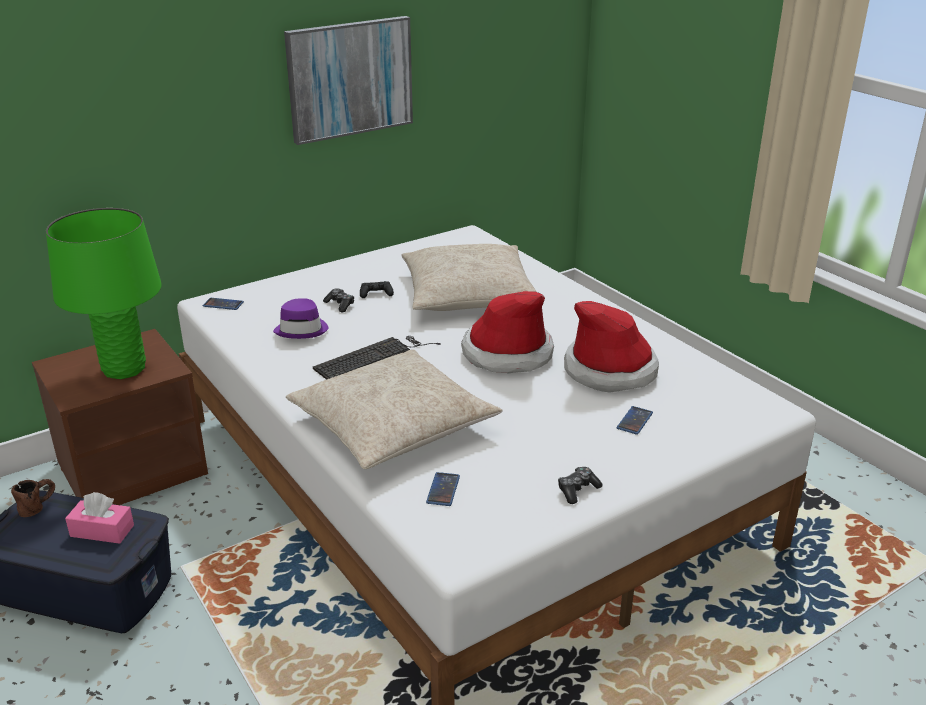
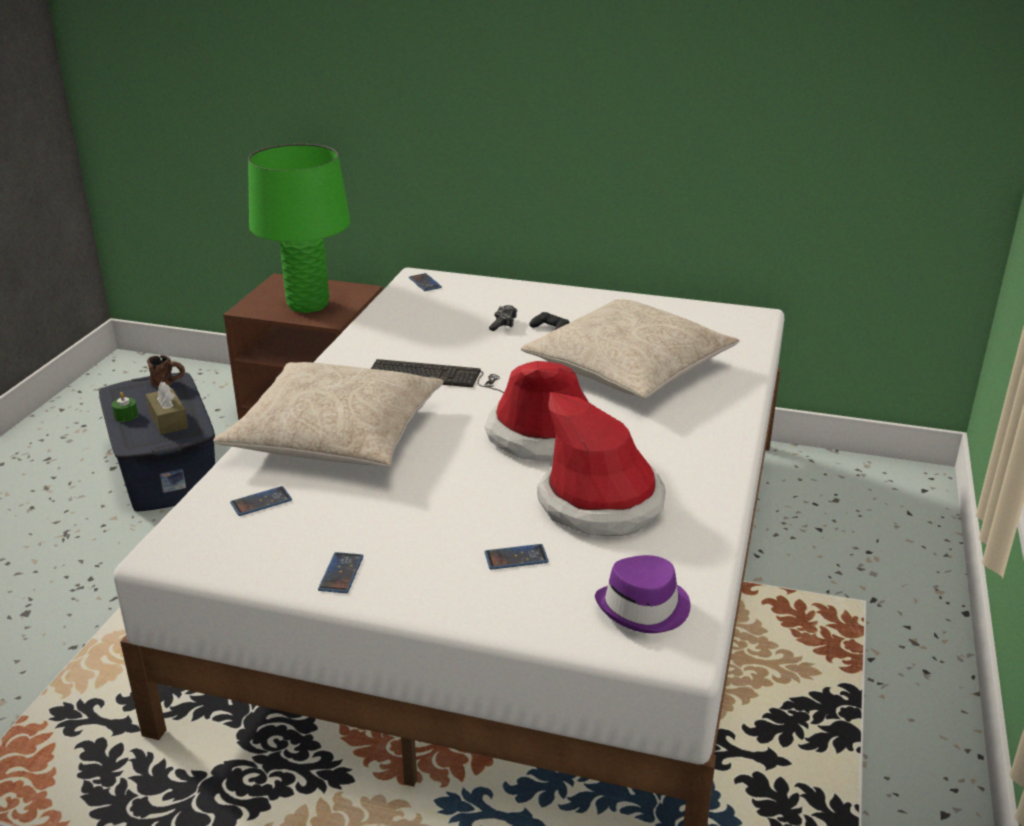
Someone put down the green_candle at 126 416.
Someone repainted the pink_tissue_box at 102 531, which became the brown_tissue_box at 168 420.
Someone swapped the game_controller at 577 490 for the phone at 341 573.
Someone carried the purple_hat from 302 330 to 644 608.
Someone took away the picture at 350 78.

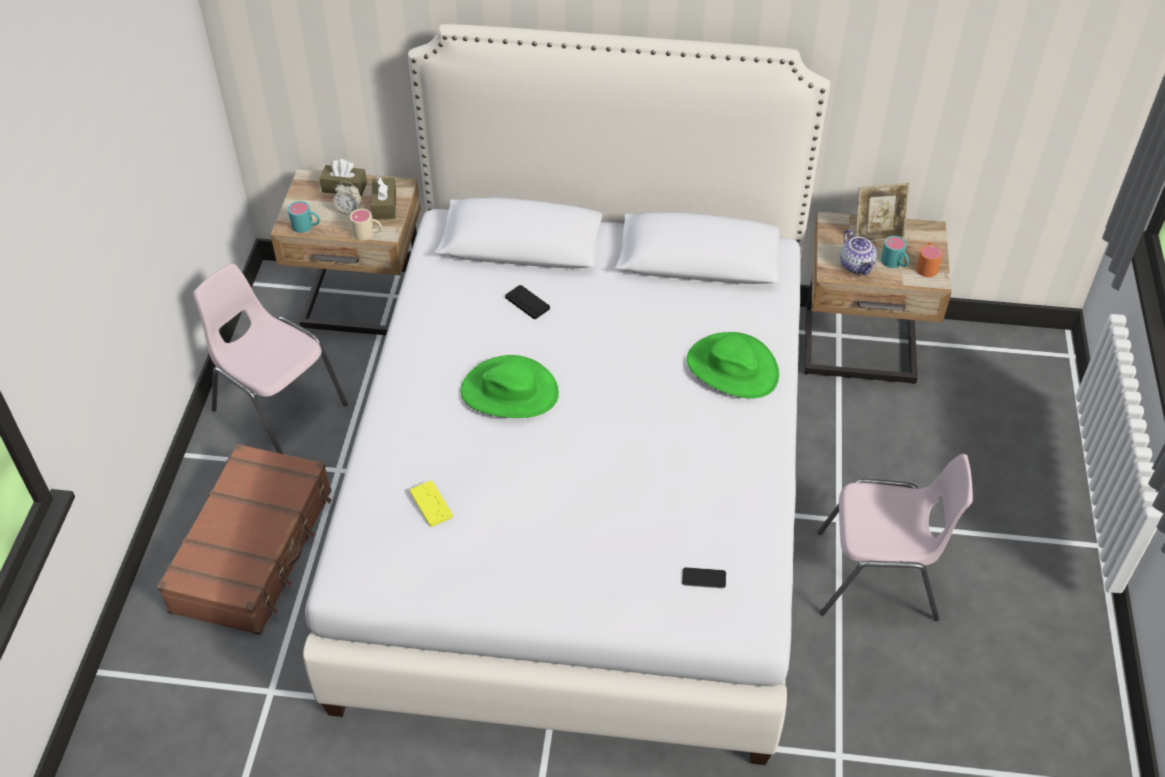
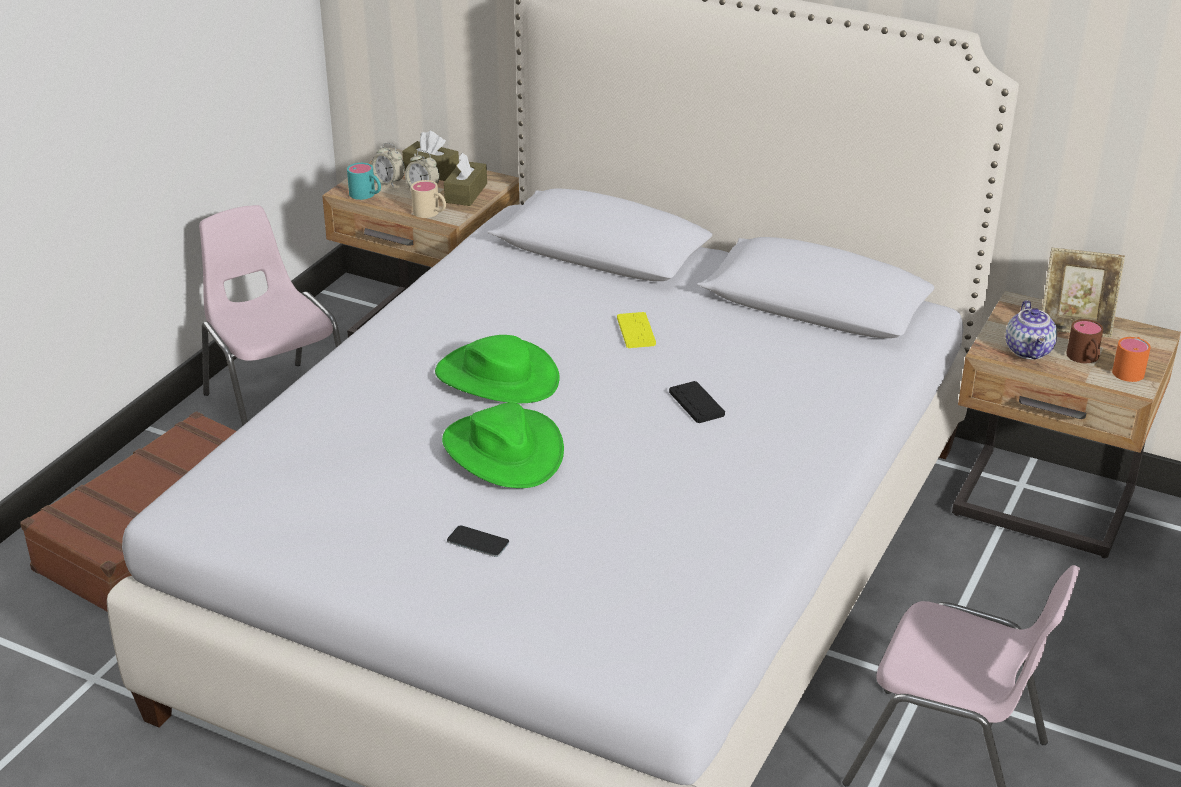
Someone put down the alarm_clock at 389 182.
Someone carried the green_hat from 732 368 to 502 450.
Someone carried the phone from 704 578 to 478 542.
Someone carried the yellow_game_controller from 431 504 to 636 331.
Someone carried the black_game_controller from 527 303 to 696 403.
Someone repainted the turquoise_mug at 895 263, which became the brown_mug at 1085 359.

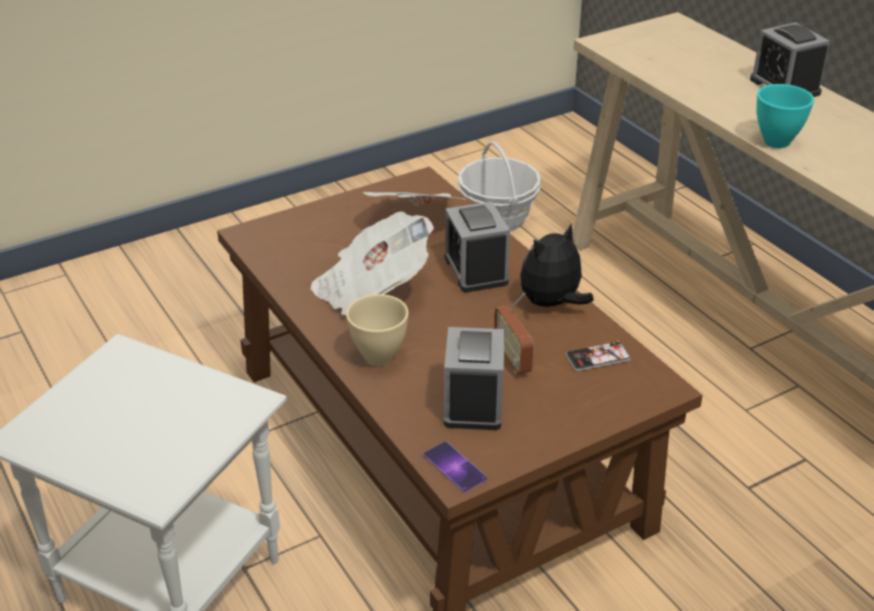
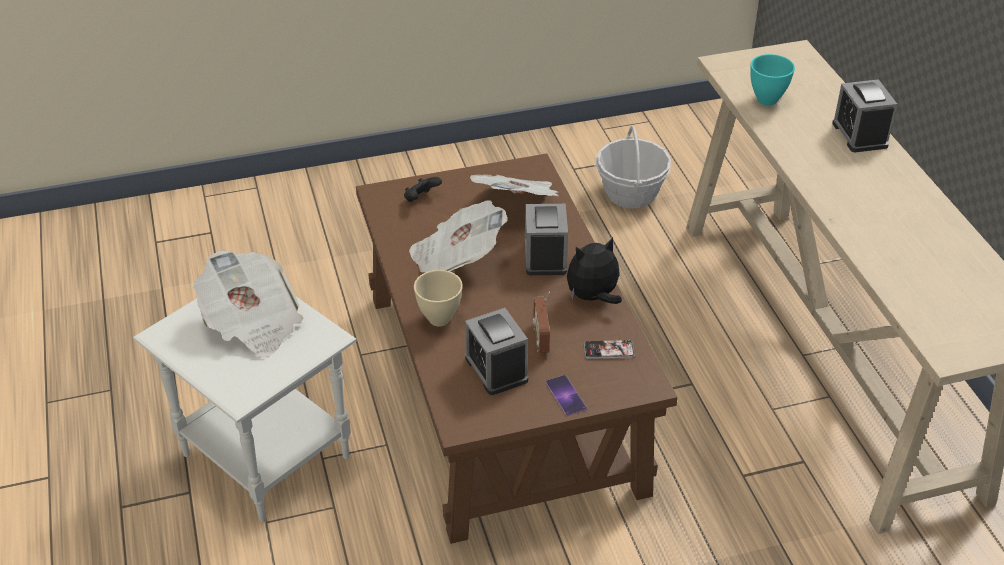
Someone put down the newspaper at 252 323.
Someone put down the black_game_controller at 421 199.
Someone rotated the alarm_clock at 473 402 by 45 degrees counterclockwise.
Someone carried the phone from 455 467 to 566 395.
Someone carried the turquoise_bowl from 776 141 to 767 99.

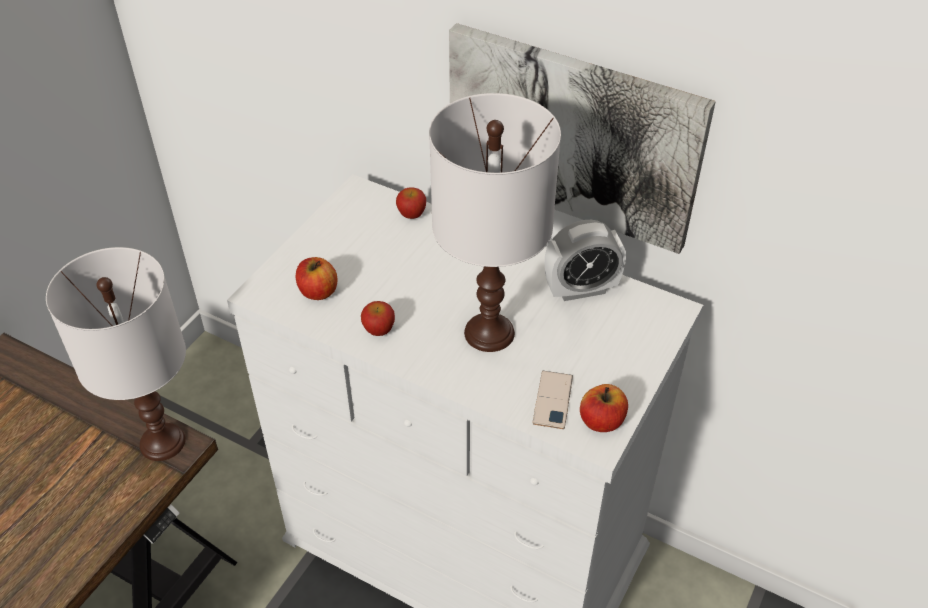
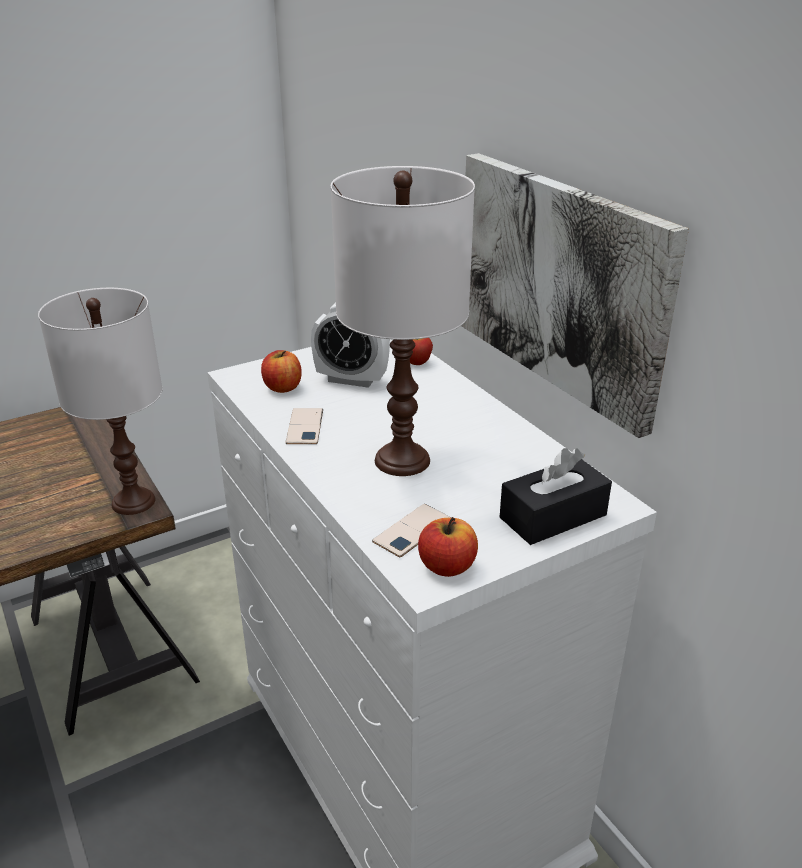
Someone swapped the apple at 379 330 for the phone at 305 427.
Someone carried the alarm_clock from 581 289 to 351 379.
Someone put down the black_tissue_box at 553 516.

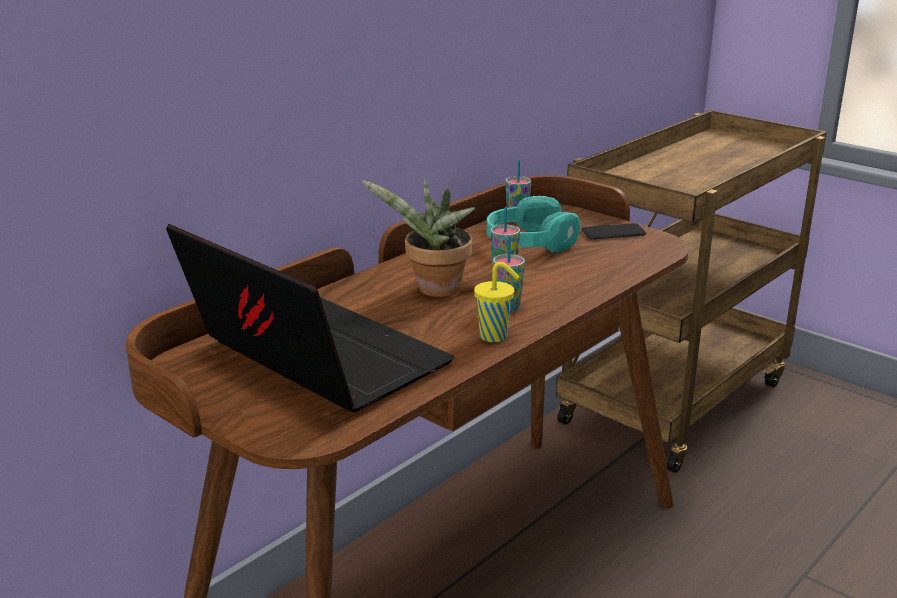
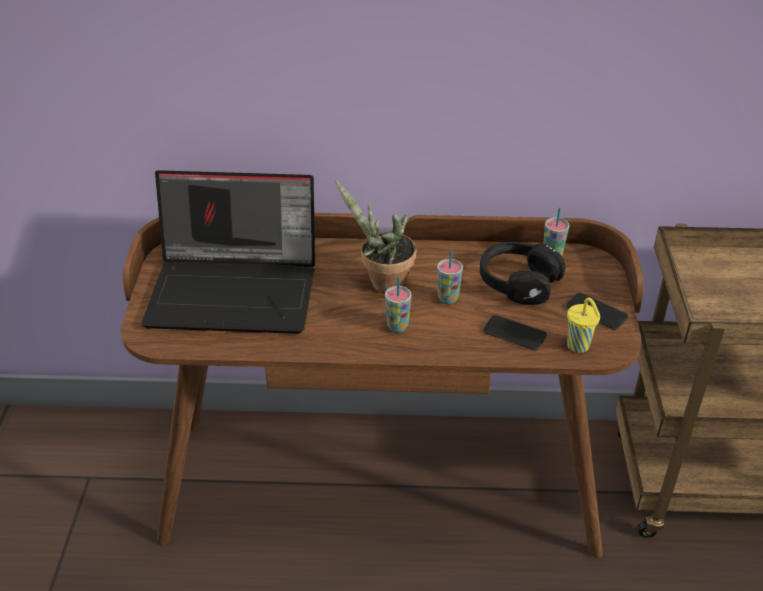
Someone rotated the laptop at 312 360 by 90 degrees clockwise.
Someone repainted the turquoise_headphones at 529 243, which became the black_headphones at 518 282.
Someone put down the phone at 514 333.
Someone carried the yellow_cup from 495 336 to 579 346.

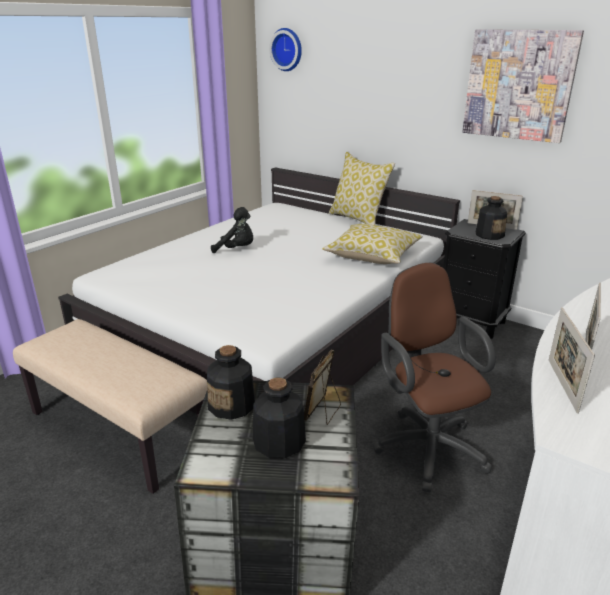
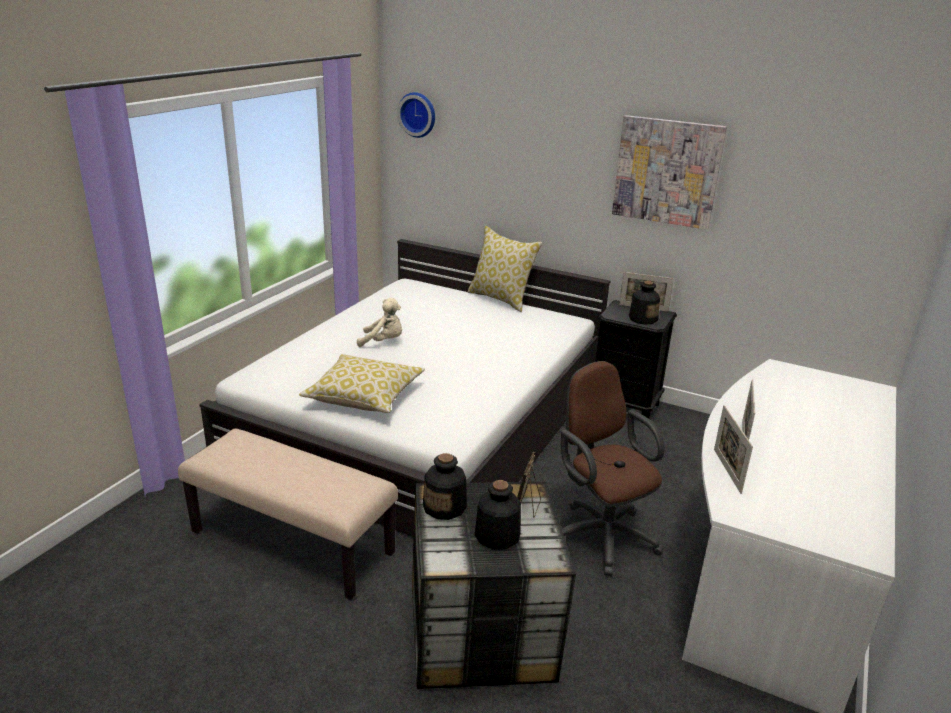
Someone carried the pillow from 373 256 to 364 397.
Someone repainted the black_plush_toy at 237 250, which became the beige_plush_toy at 383 342.

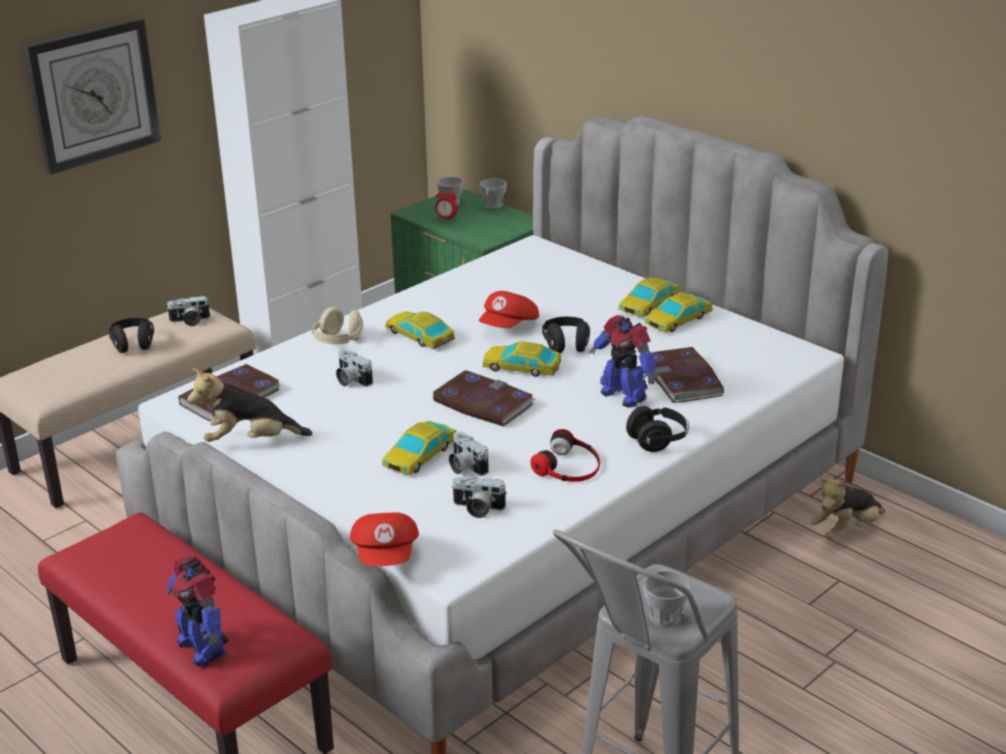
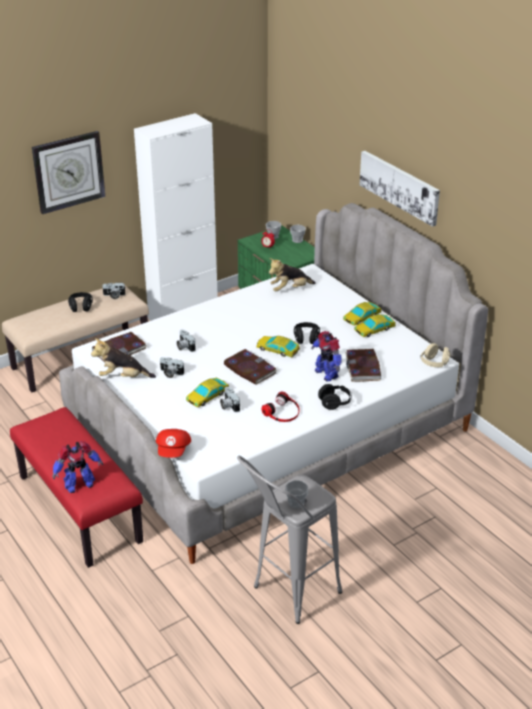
Someone rotated the toy_robot at 202 647 by 90 degrees counterclockwise.
Someone carried the photo_camera from 477 508 to 170 373.
Someone carried the plush_toy from 846 530 to 290 289.
Someone put up the picture at 399 186.
Someone carried the beige_headphones from 339 341 to 434 364.
Someone took away the toy_car at 419 336.
Someone took away the red_cap at 509 326.

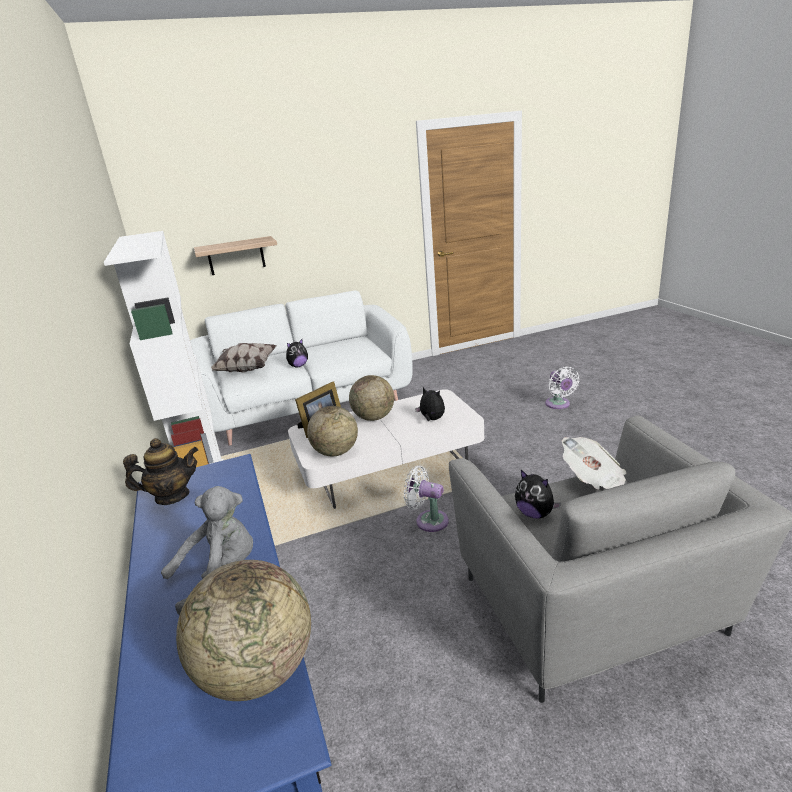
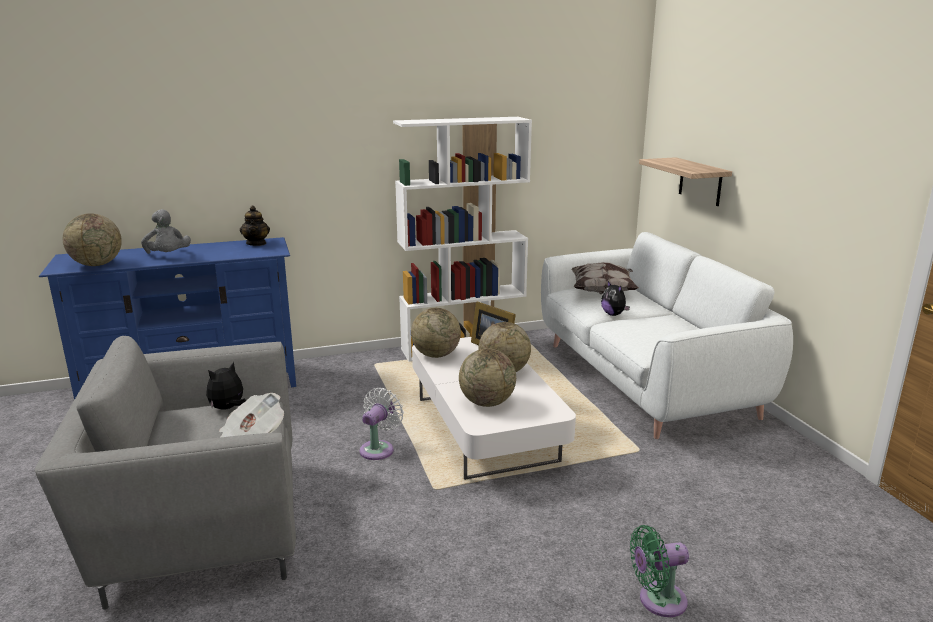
Someone swapped the plush_toy at 432 419 for the globe at 487 403.
Someone repainted the white_fan at 558 405, which became the green_fan at 657 600.

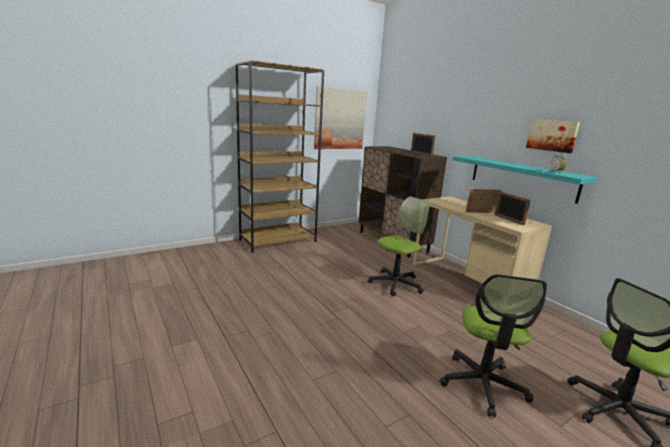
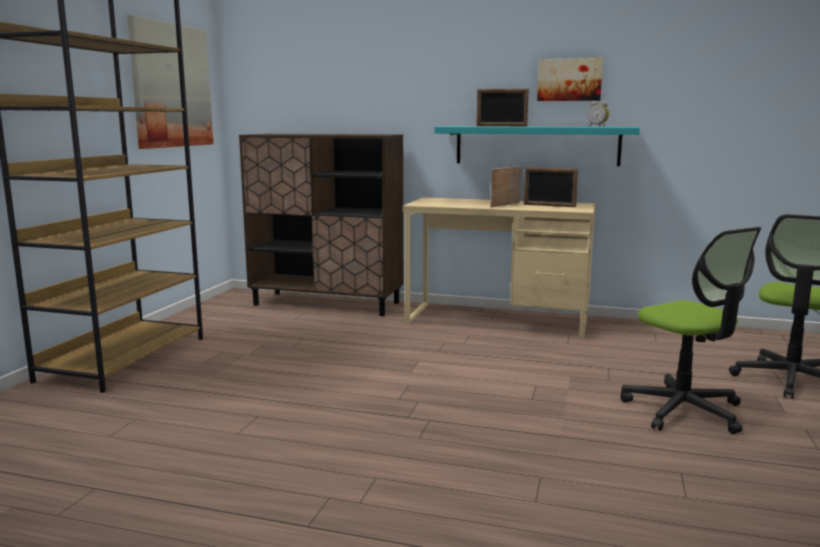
Someone carried the picture_frame from 421 154 to 501 126.
Someone took away the office_chair at 395 284.

